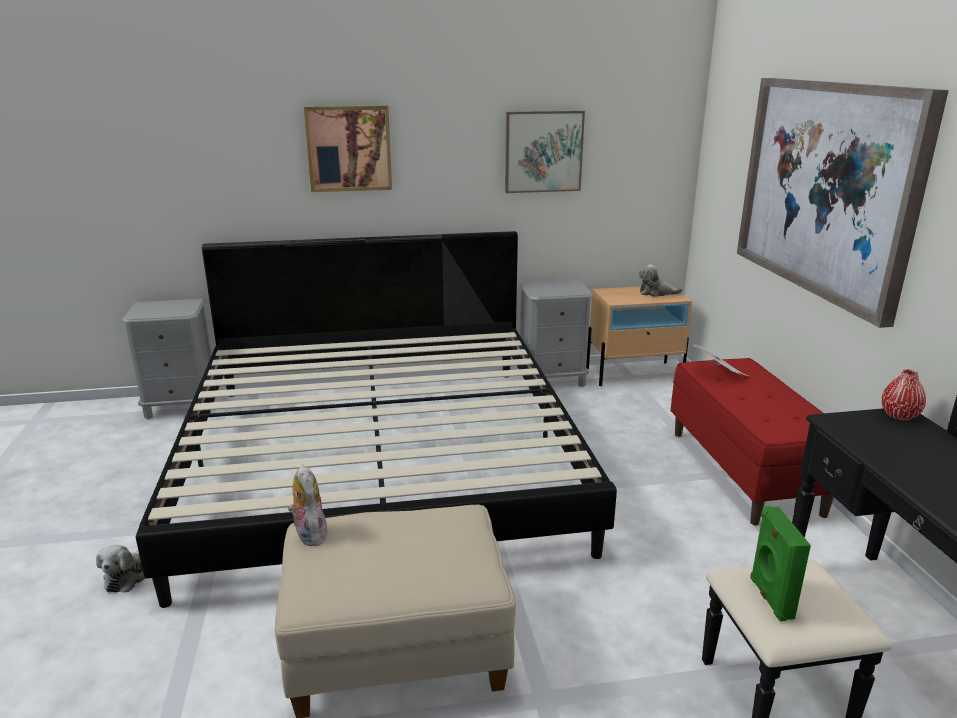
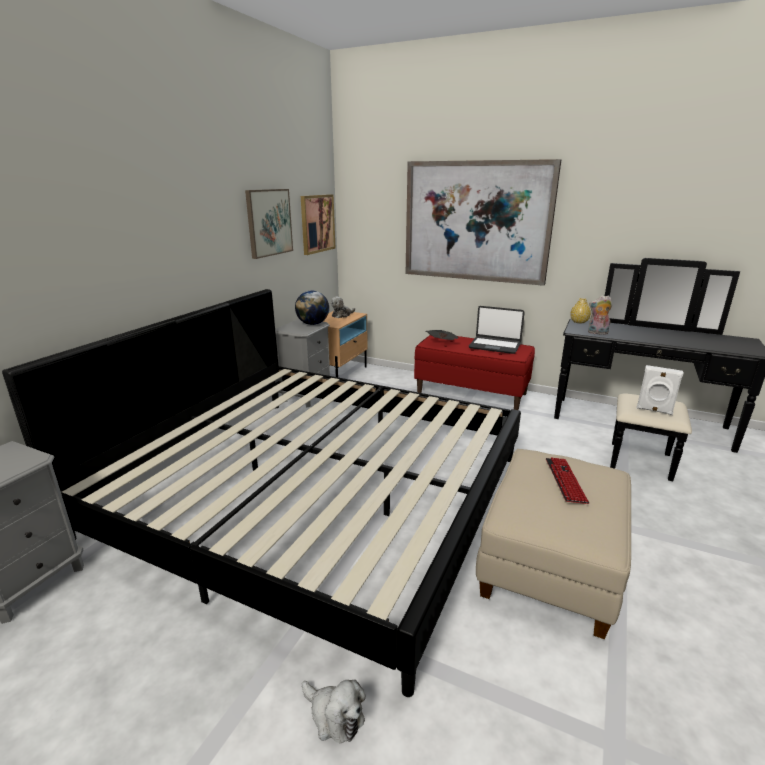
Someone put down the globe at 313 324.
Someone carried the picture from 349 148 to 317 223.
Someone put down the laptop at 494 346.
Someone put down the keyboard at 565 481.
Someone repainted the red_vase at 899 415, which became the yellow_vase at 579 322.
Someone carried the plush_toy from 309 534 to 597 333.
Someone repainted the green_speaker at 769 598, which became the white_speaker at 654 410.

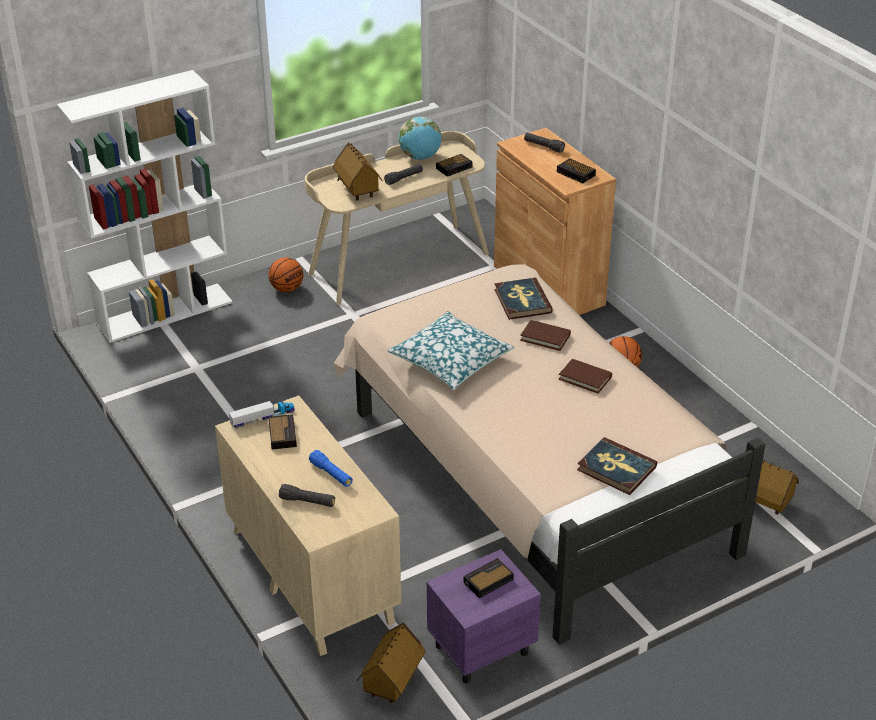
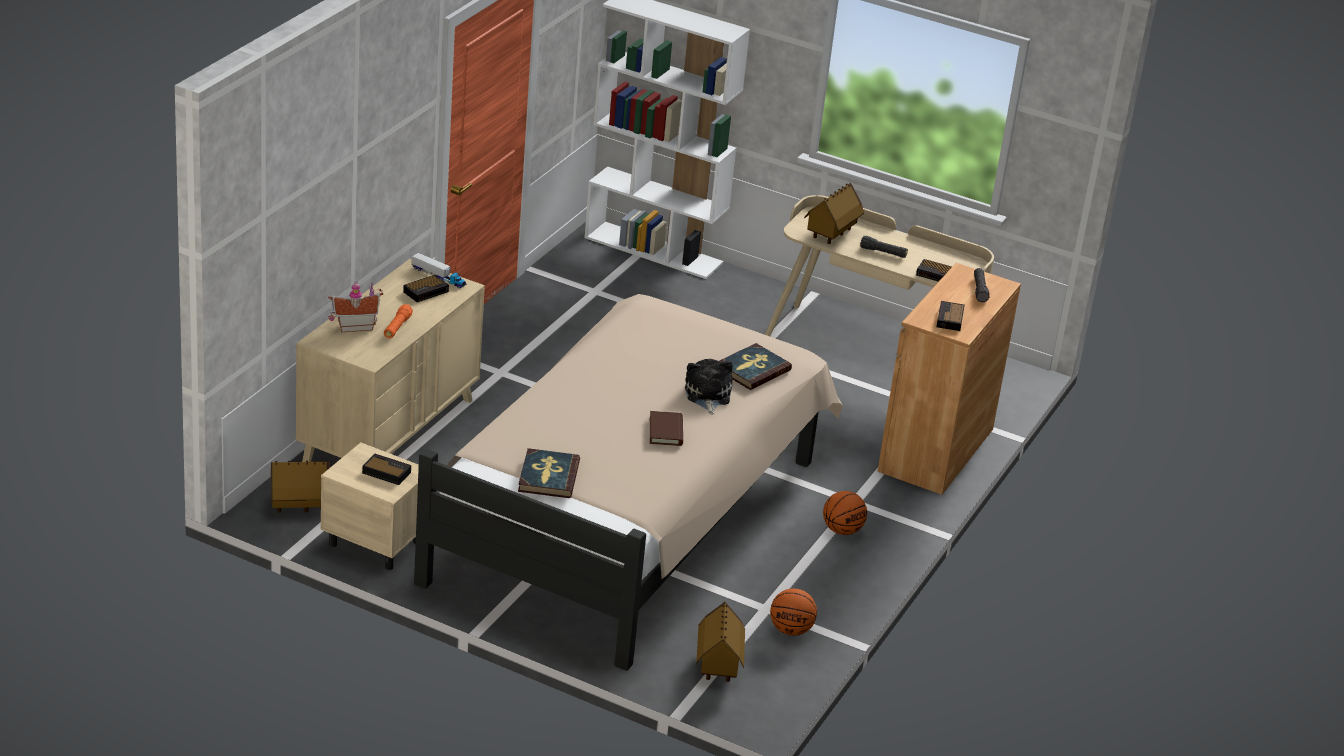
Someone repainted the purple_nightstand at 480 649, which became the beige_nightstand at 374 543.
Someone swapped the black_flashlight at 307 501 for the toy_house at 354 326.
Someone repainted the blue_flashlight at 331 474, which became the orange_flashlight at 397 327.
Someone swapped the brown_book at 545 337 for the plush_toy at 707 395.
Someone carried the basketball from 287 289 to 791 630.
Someone took away the pillow at 451 360.
Someone took away the globe at 420 157.

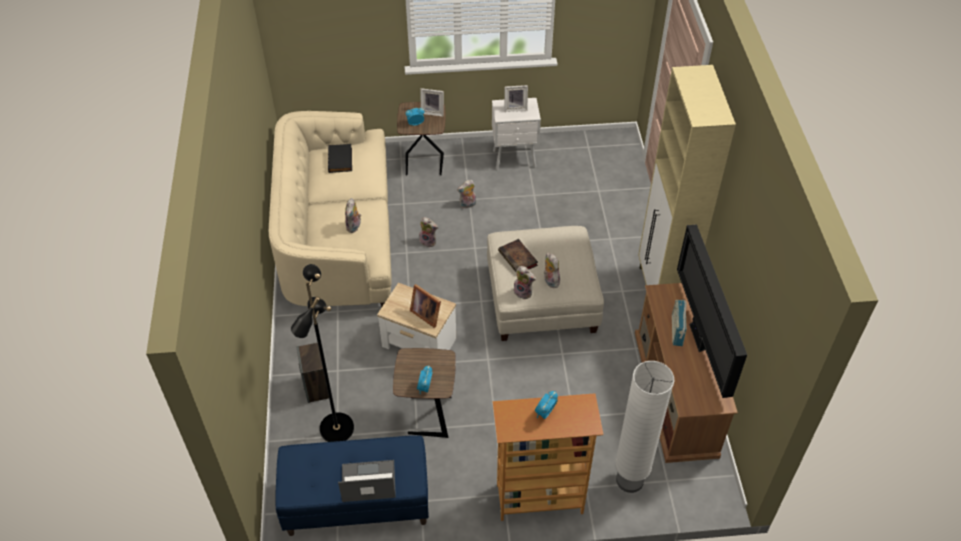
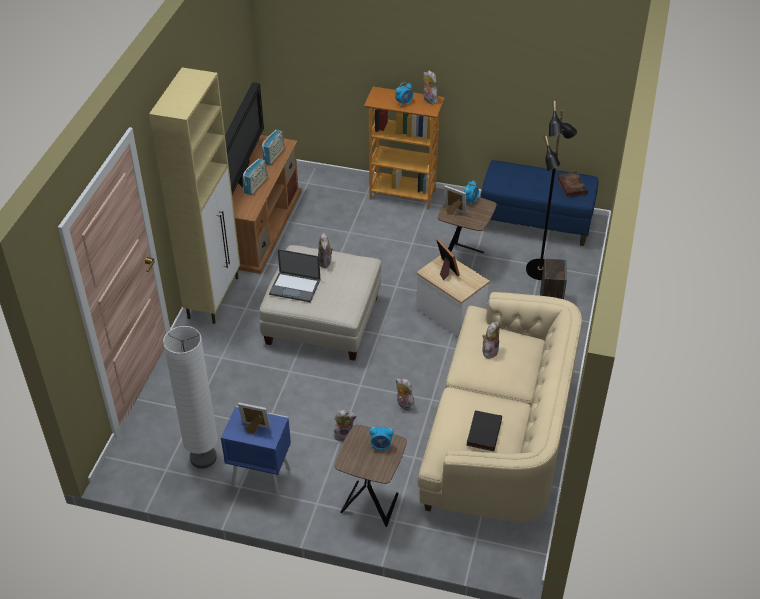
Someone carried the white_floor_lamp from 629 480 to 203 458.
Someone repainted the white_nightstand at 515 159, which became the blue_nightstand at 260 477.
Someone put down the radio at 273 156.
Someone carried the laptop from 367 481 to 295 287.
Someone carried the plush_toy from 524 292 to 429 100.
Someone carried the picture_frame from 433 112 to 453 212.
Someone carried the book from 518 259 to 571 185.

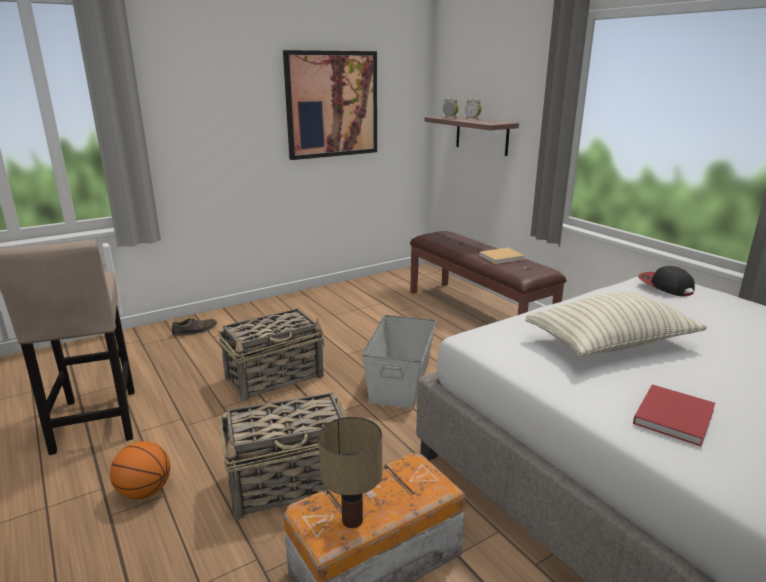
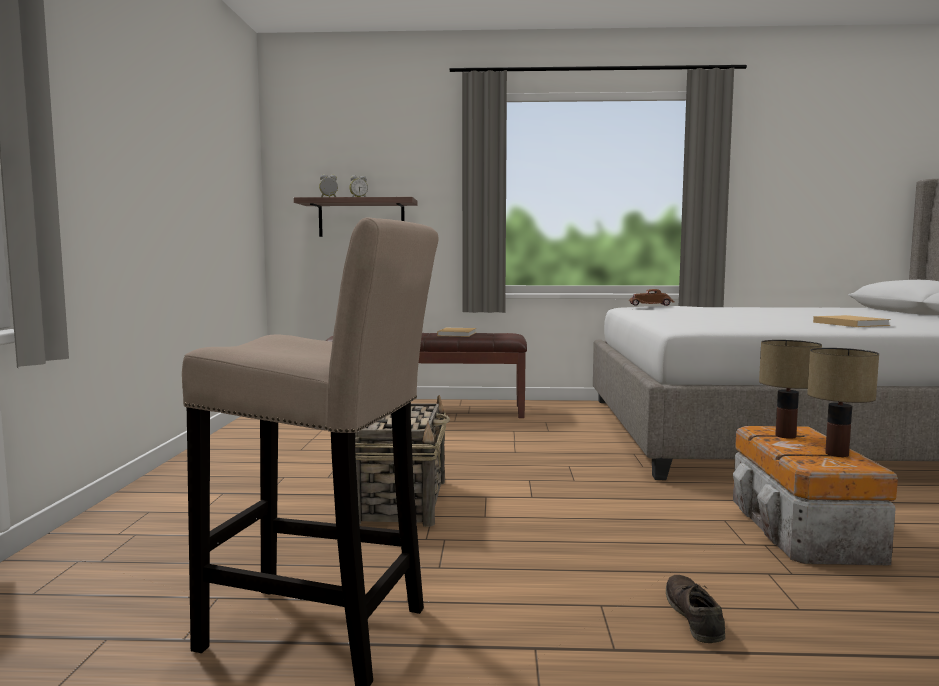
Someone swapped the cap at 665 286 for the brown_toy_car at 651 305.
Someone carried the brown_shoe from 195 330 to 694 616.
Someone put down the table_lamp at 786 436.
Someone repainted the red_book at 674 415, which became the beige_book at 849 323.
Someone took away the basketball at 145 491.
Someone took away the basket at 291 483.
Someone took away the picture at 332 104.
Someone took away the grey_storage_box at 399 381.
Someone took away the pillow at 610 343.

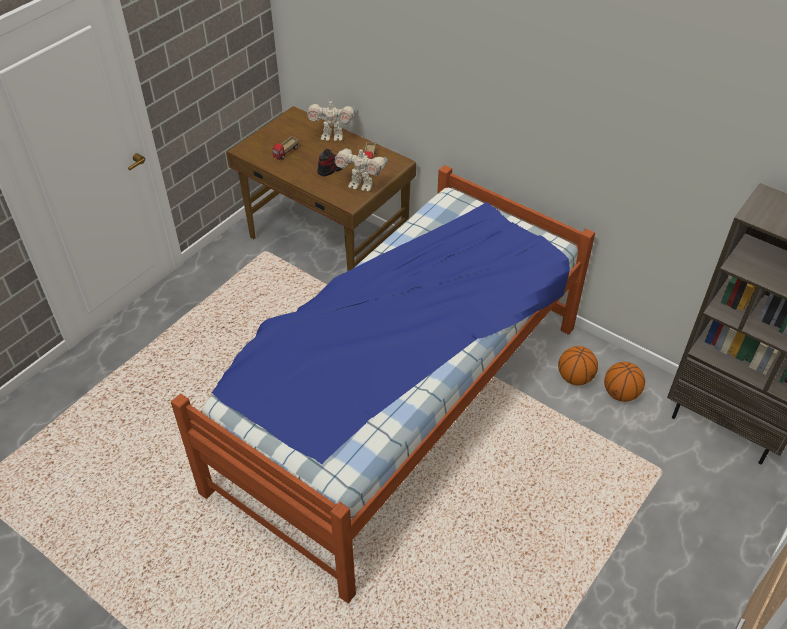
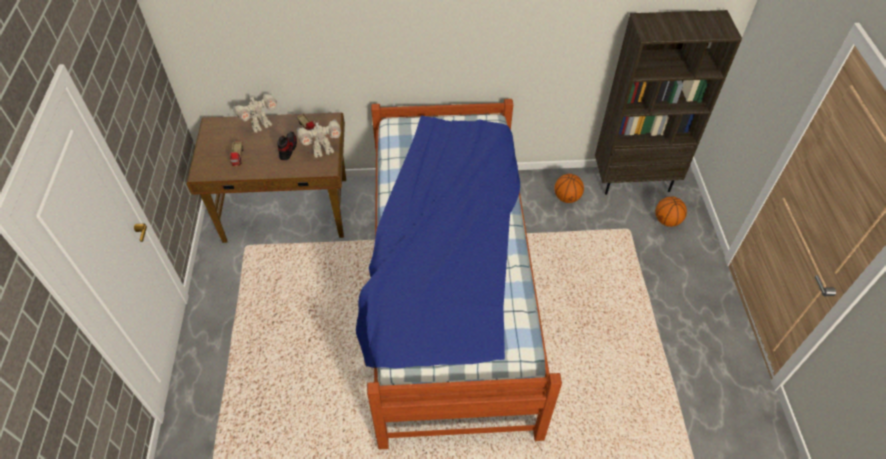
Someone carried the basketball from 575 378 to 667 221.

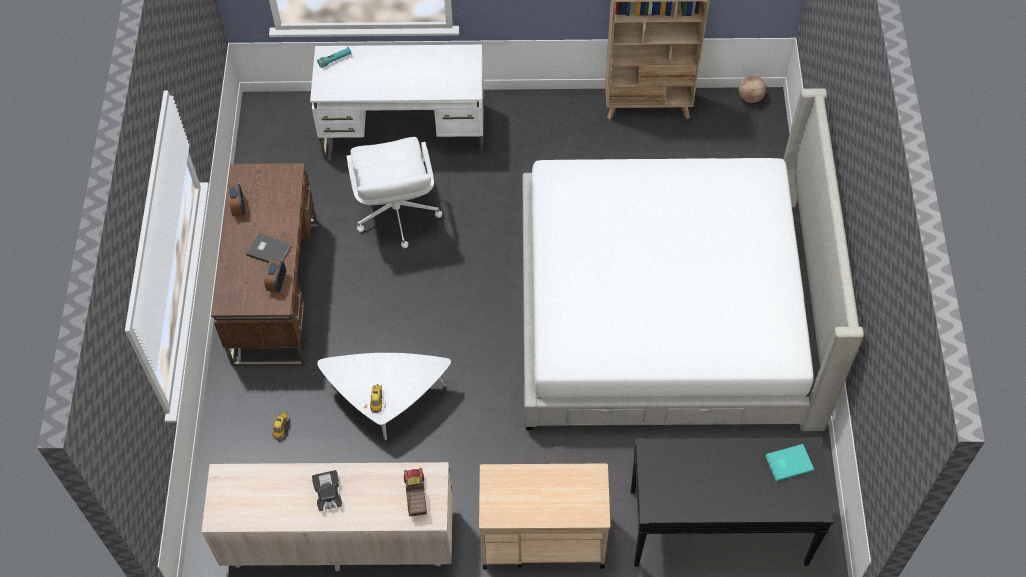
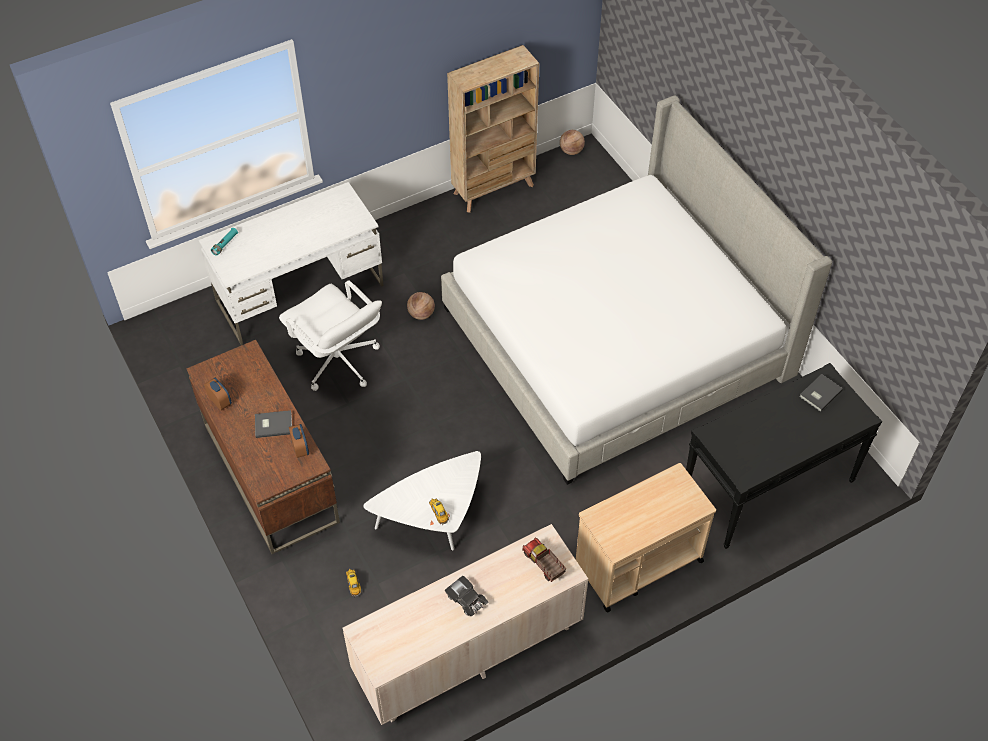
Someone put down the basketball at 421 314.
Someone repainted the turquoise_book at 788 462, which became the grey_book at 819 393.

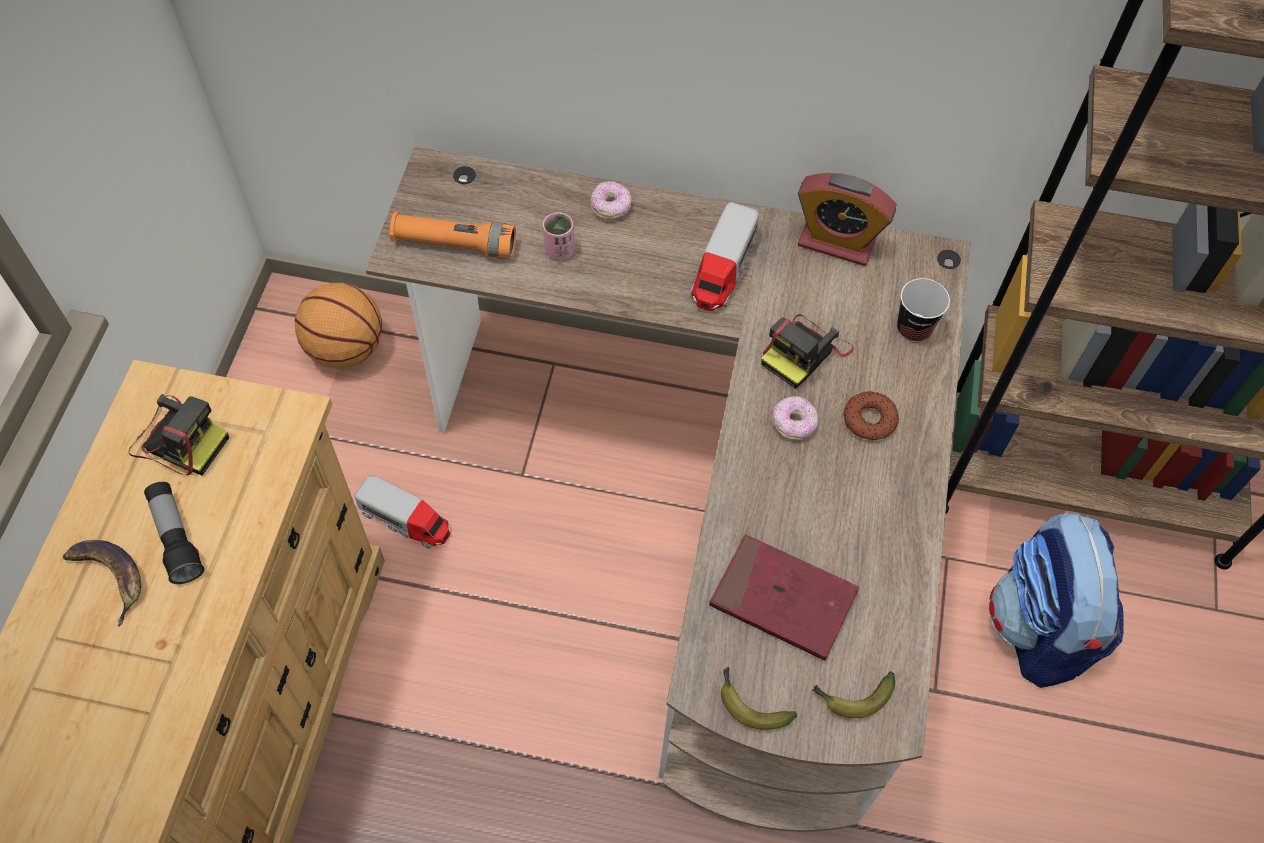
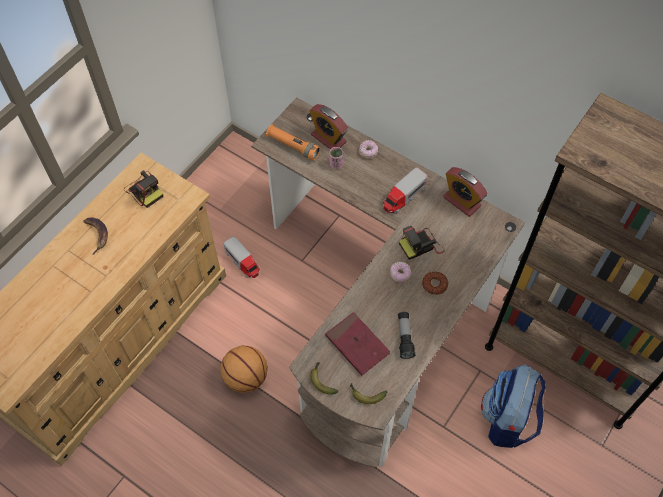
Someone carried the basketball from 346 348 to 246 377.
Someone put down the alarm_clock at 328 138.
Someone carried the flashlight from 176 538 to 405 337.
Someone took away the cup at 913 329.

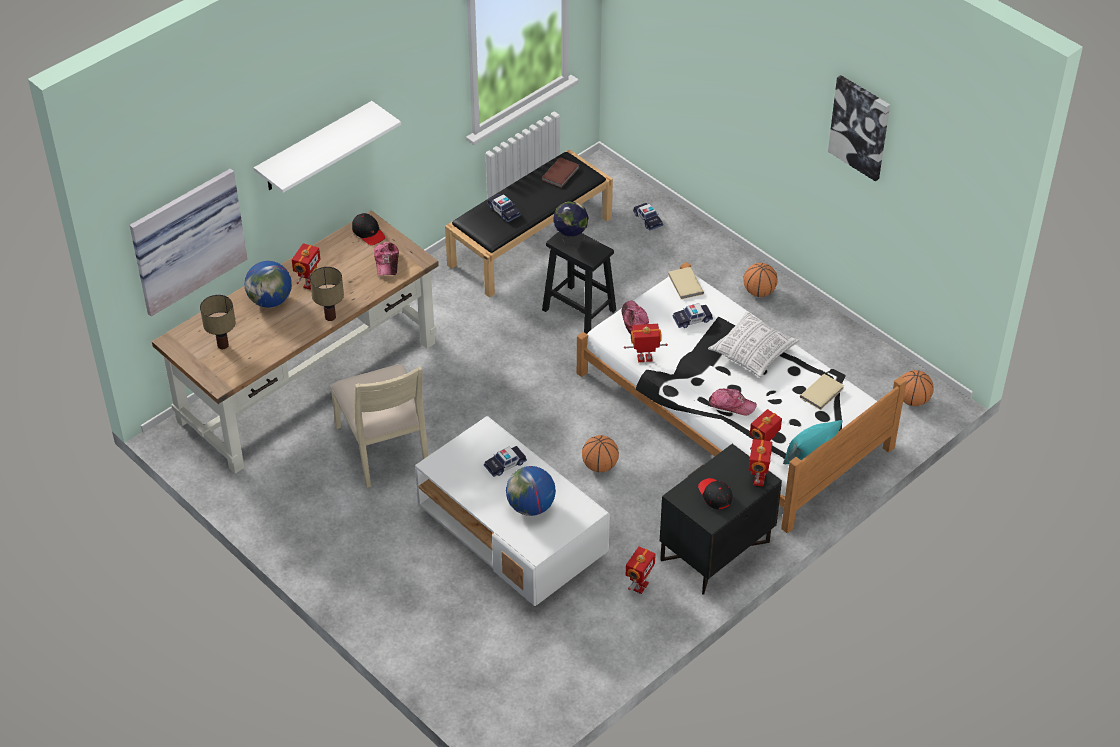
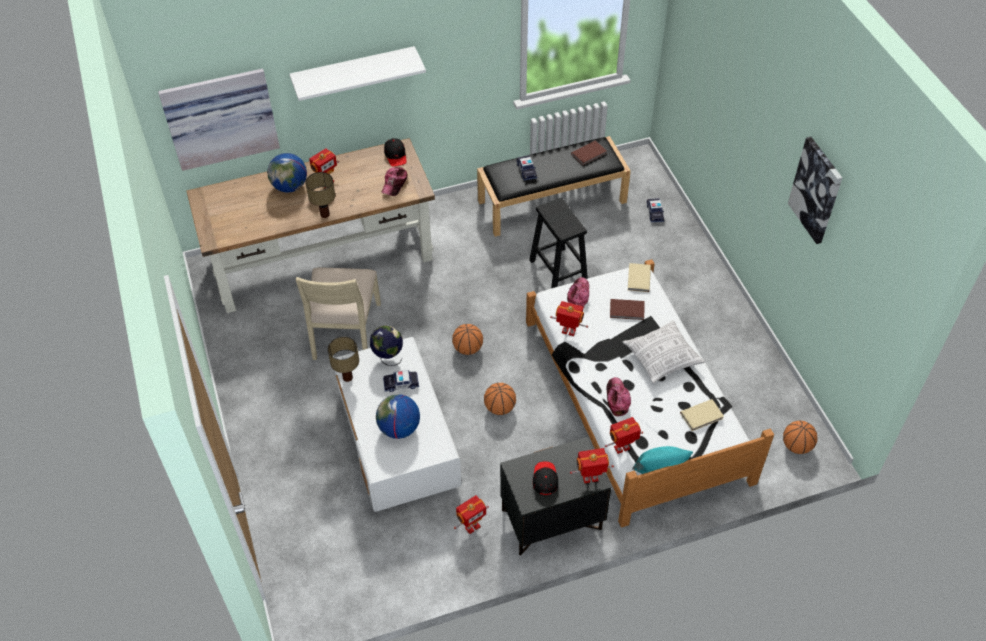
Someone carried the table_lamp from 223 345 to 348 378.
Someone carried the globe from 570 239 to 388 357.
Someone carried the basketball from 759 292 to 468 348.
Someone rotated the toy_robot at 758 479 by 135 degrees counterclockwise.
Someone rotated the cap at 731 405 by 135 degrees counterclockwise.
Someone swapped the toy_car at 692 319 for the brown_book at 627 311.

